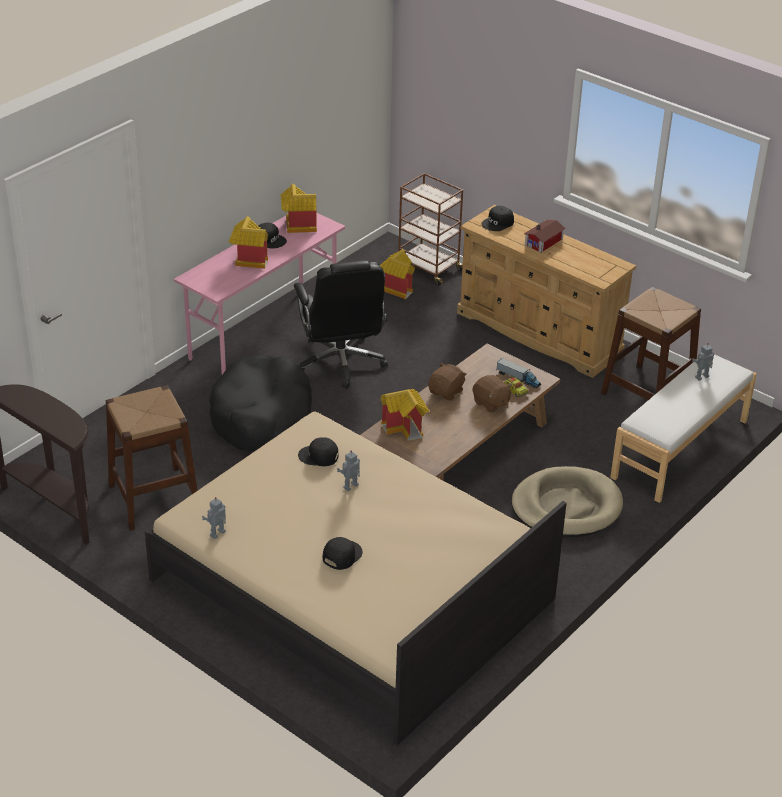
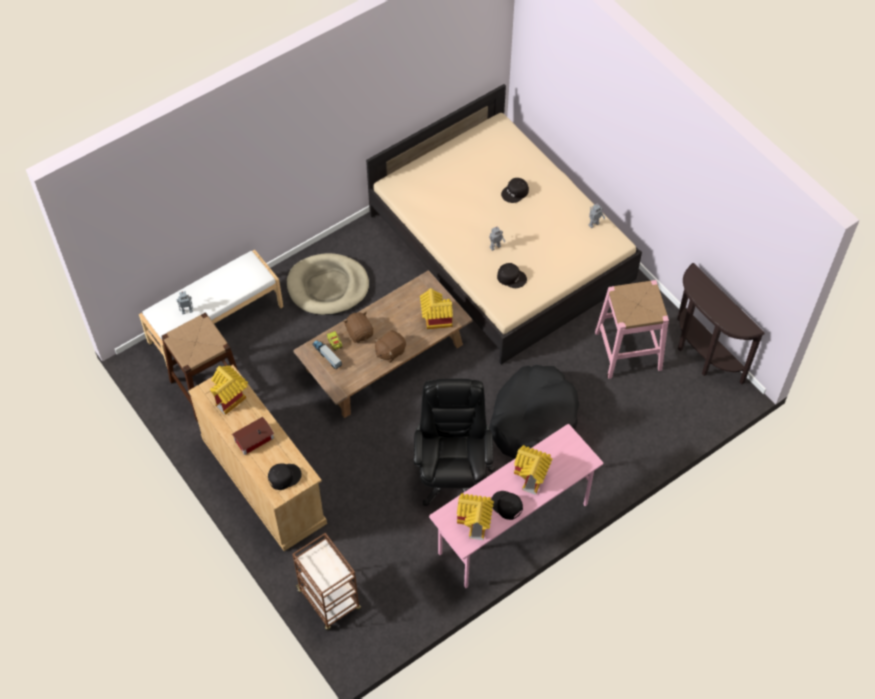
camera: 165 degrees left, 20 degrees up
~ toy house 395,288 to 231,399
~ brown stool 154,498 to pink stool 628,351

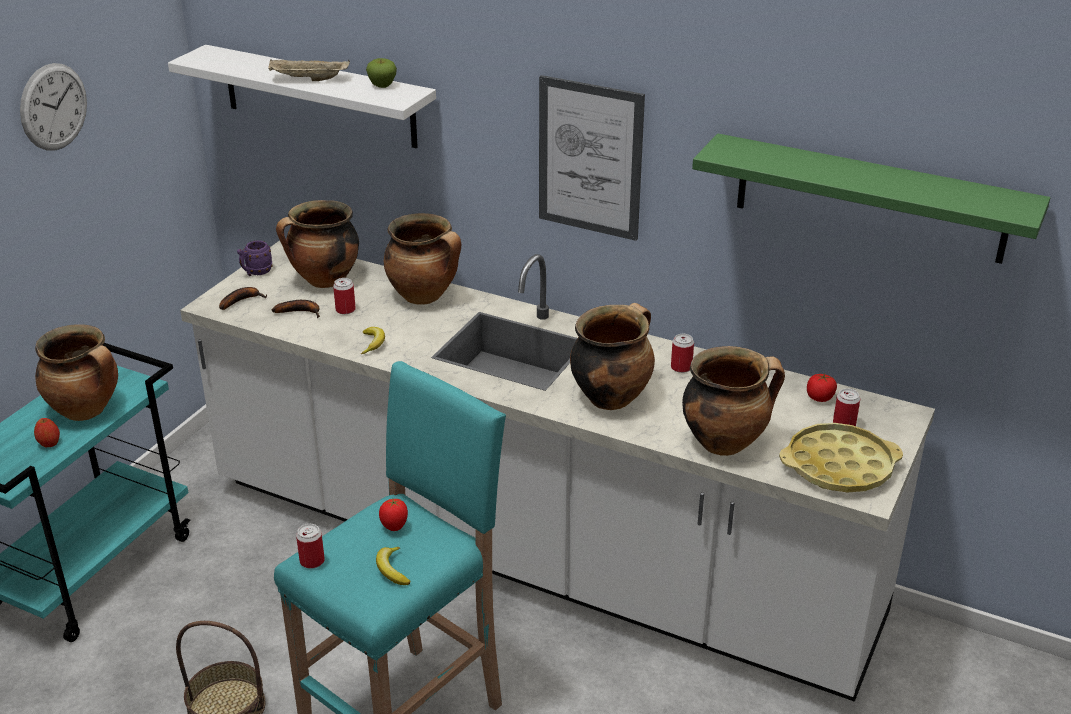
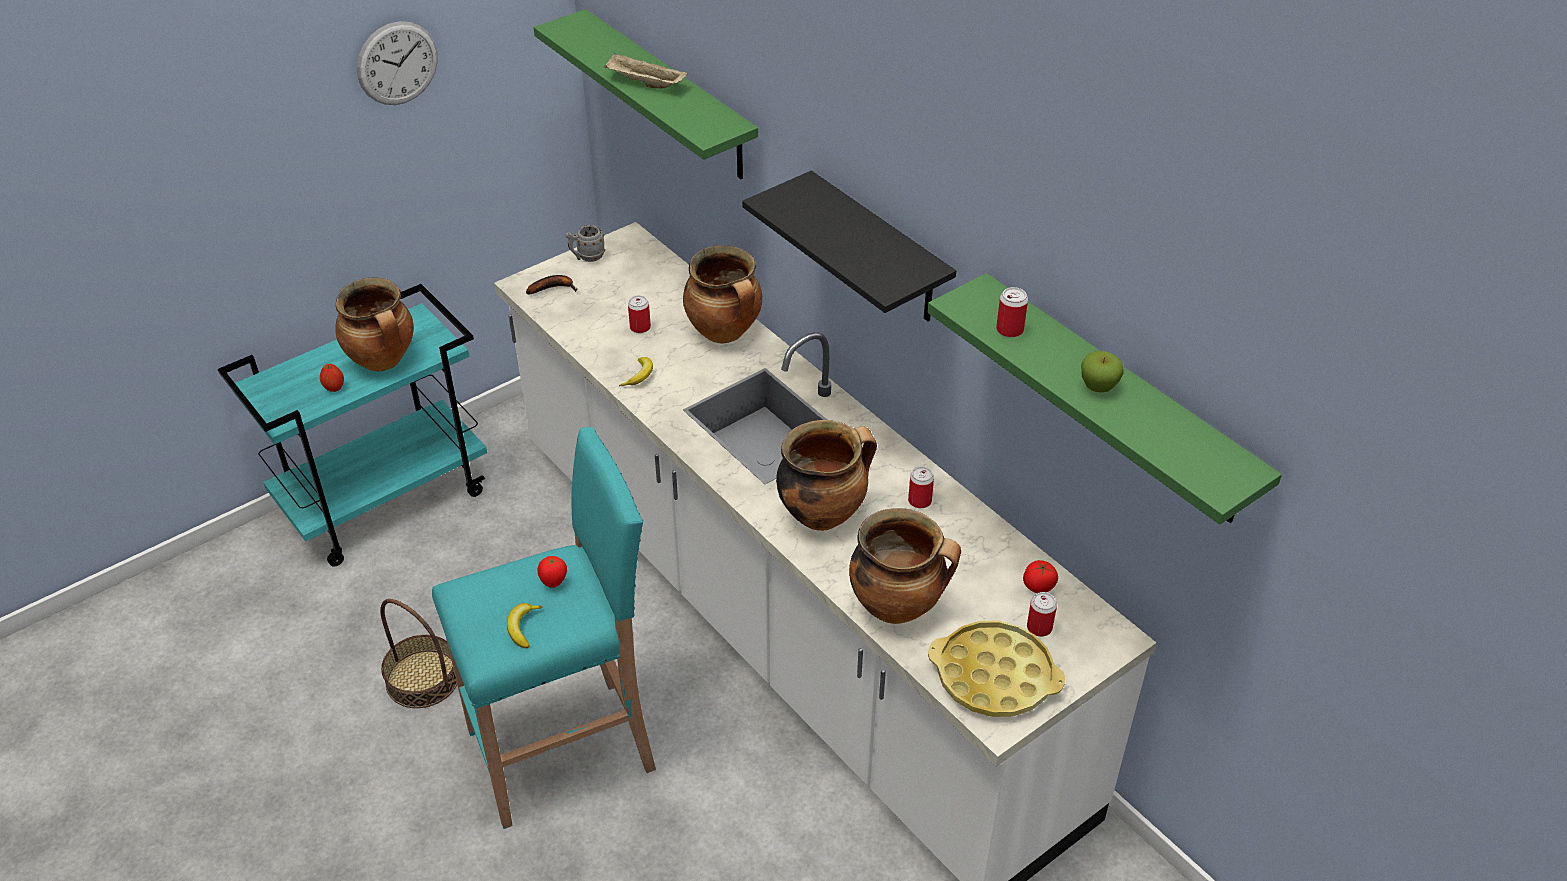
camera: 25 degrees right, 10 degrees up
~ white shelf 319,96 to green shelf 668,95
~ apple 382,86 to 1098,387
~ picture 590,158 to black shelf 879,250
- cooking pot 324,281
~ purple mug 256,272 to grey mug 586,257
- banana 301,312
~ can 312,561 to 1009,330

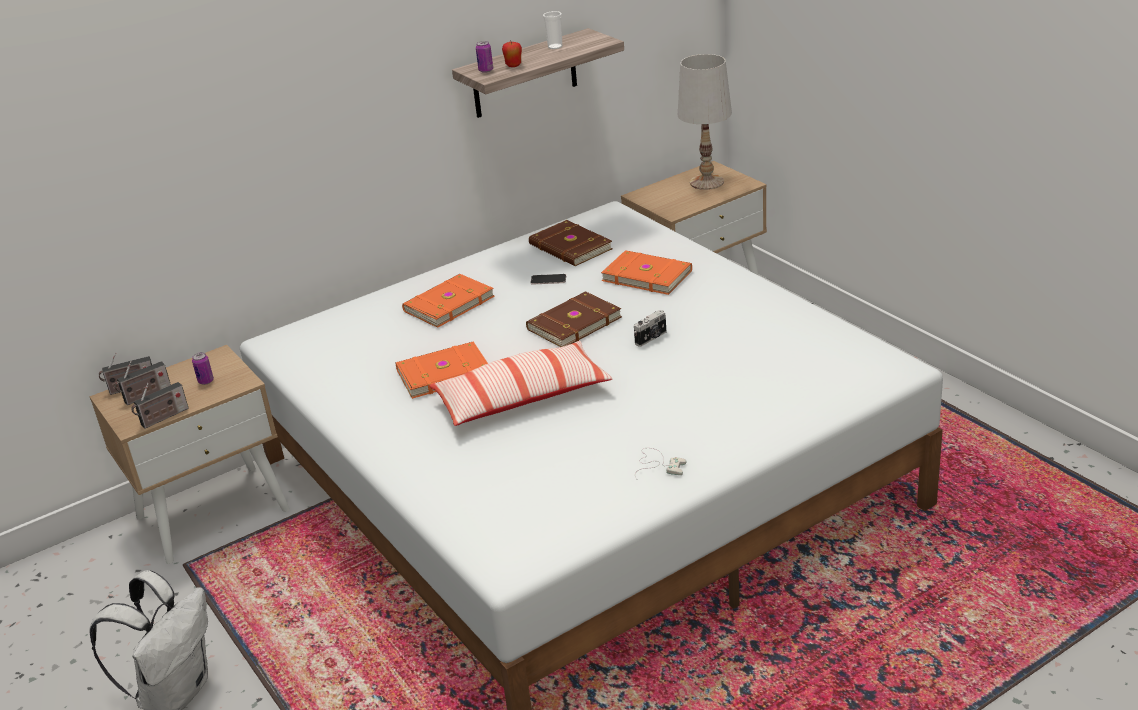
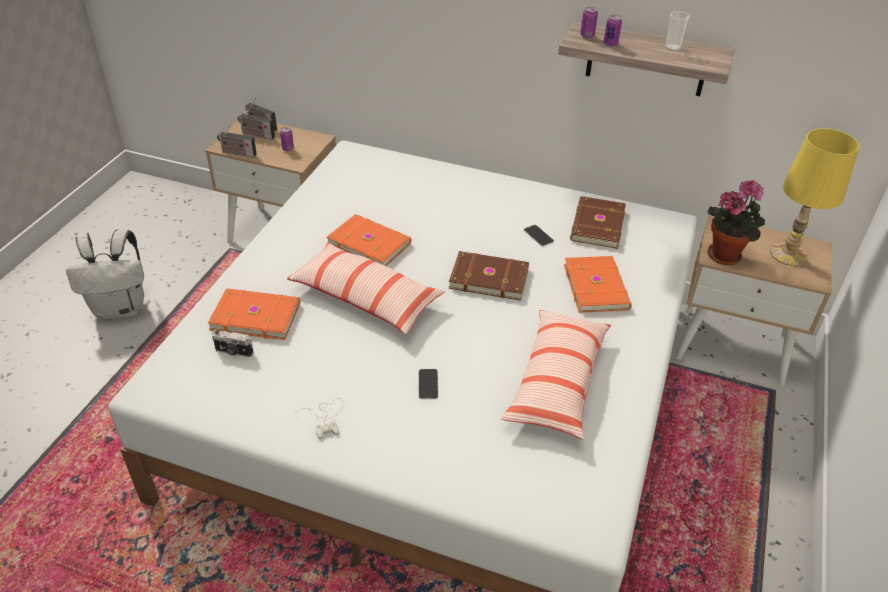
camera: 50 degrees right, 10 degrees up
~ apple 513,66 to can 610,44
~ white table lamp 706,182 to yellow table lamp 788,254
~ orange book 447,304 to 255,315
~ photo camera 652,338 to 234,352
+ potted plant 726,254
+ pillow 557,382
+ phone 428,384

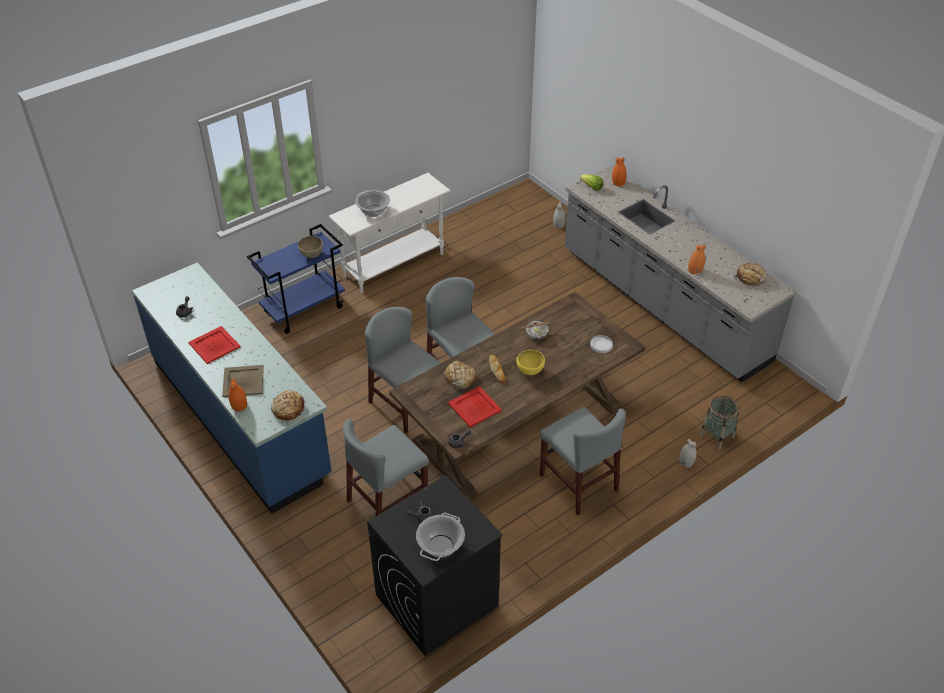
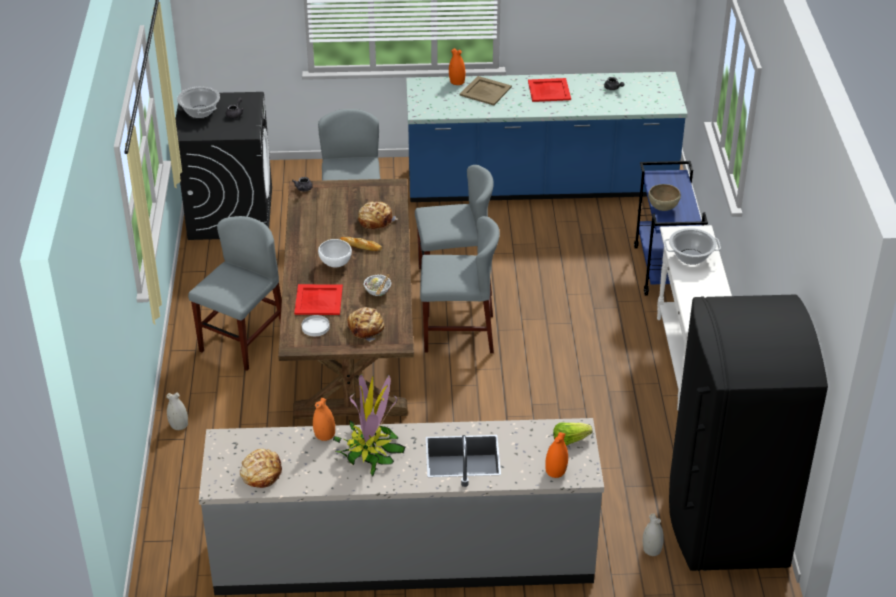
camera: 125 degrees right, 5 degrees down
~ yellow bowl 530,371 to white bowl 335,264
~ red tray 474,407 to 318,300
~ bread 288,409 to 366,328
- basket 717,436
~ grey chair 578,483 = 243,341 120 degrees clockwise
+ black fridge 725,523
+ potted plant 369,450

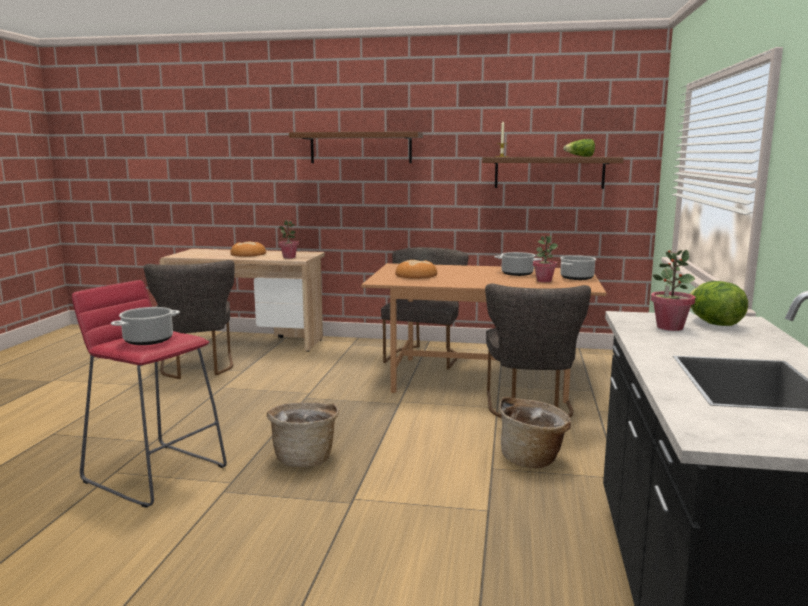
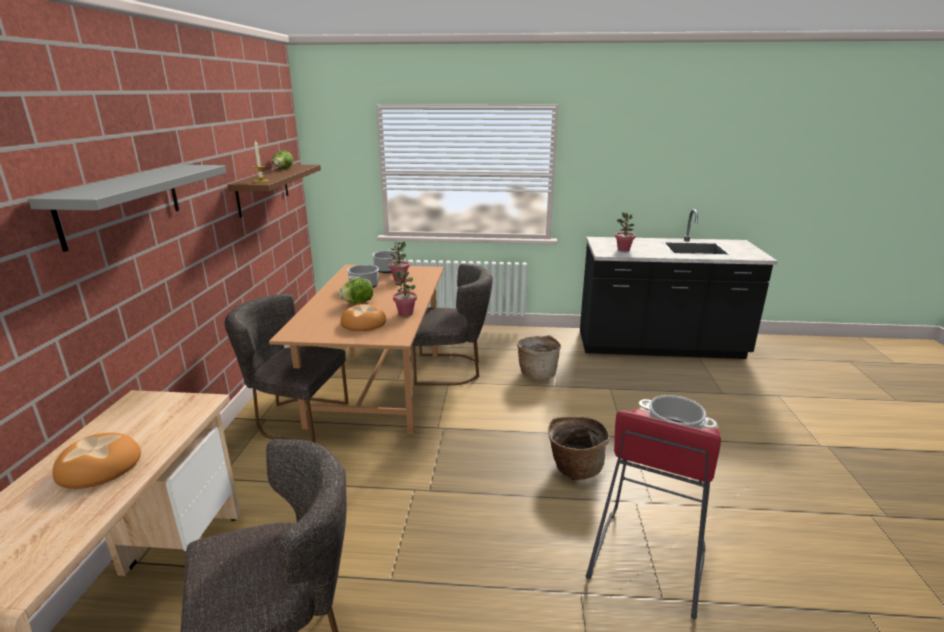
camera: 95 degrees left, 10 degrees up
~ brown shelf 360,148 to grey shelf 122,203
~ potted plant 289,257 to 406,313
~ lettuce 714,323 to 358,302

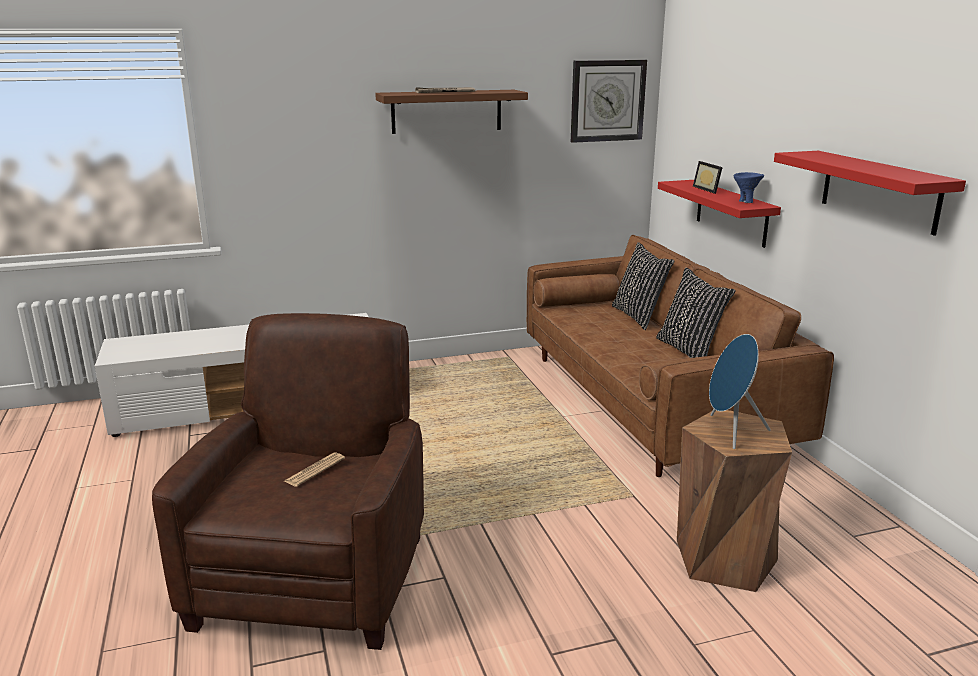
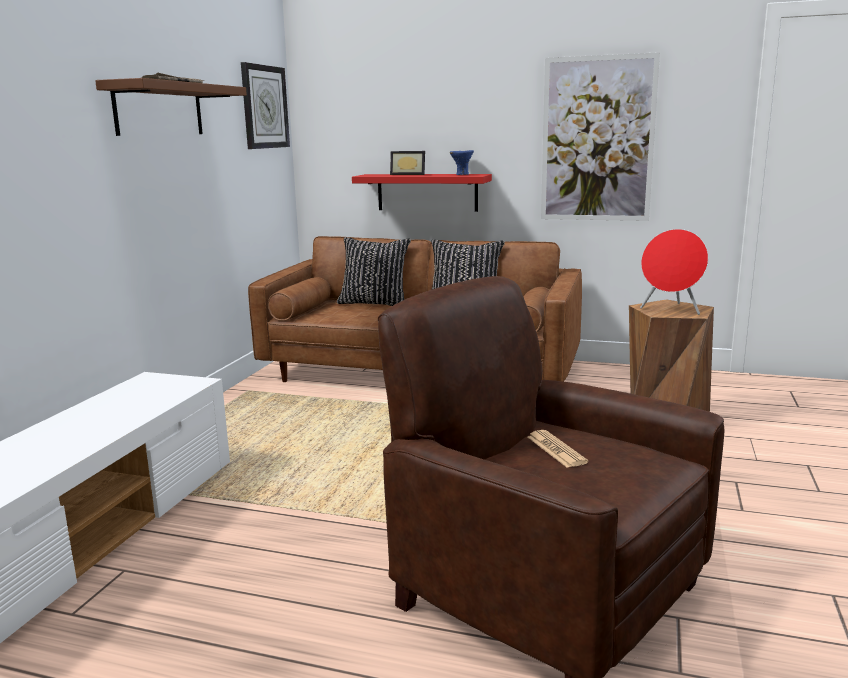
camera: 55 degrees left, 5 degrees down
~ red shelf 879,191 to picture 597,139
~ blue speaker 730,431 to red speaker 671,310

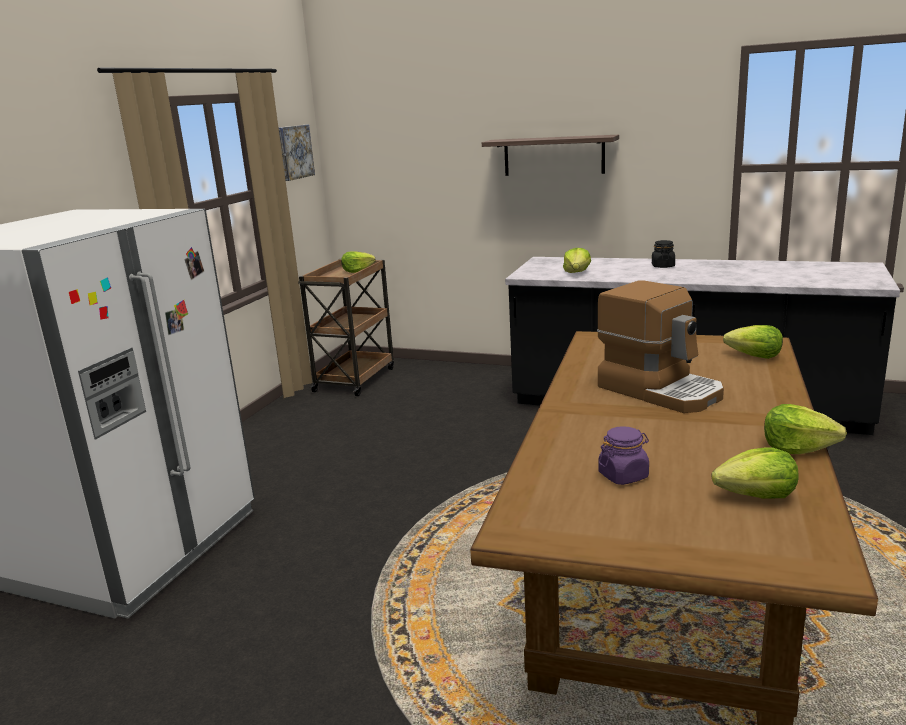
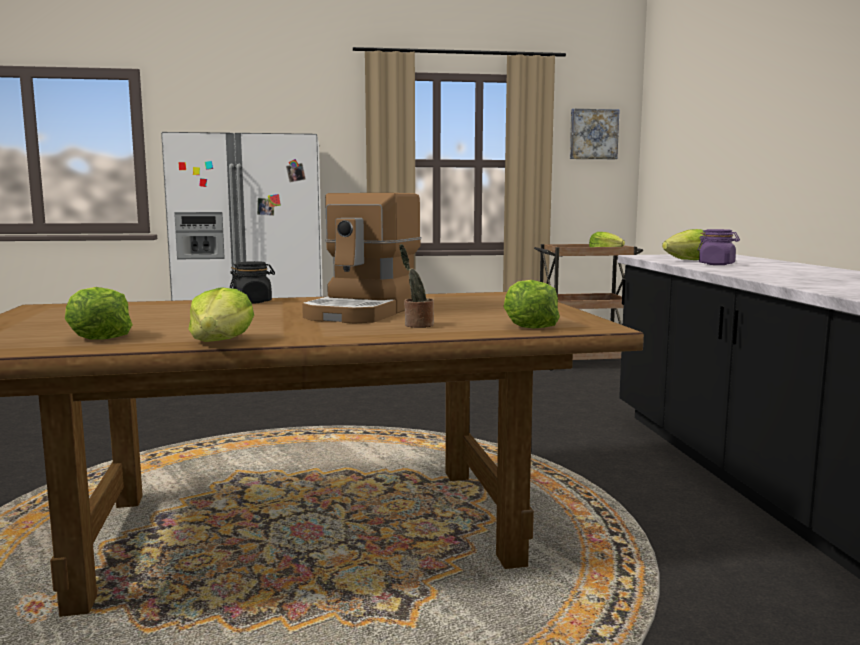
camera: 60 degrees right, 10 degrees down
- shelf 553,156
~ black jar 663,266 to 253,302
~ purple jar 623,475 to 717,264
+ potted plant 416,325

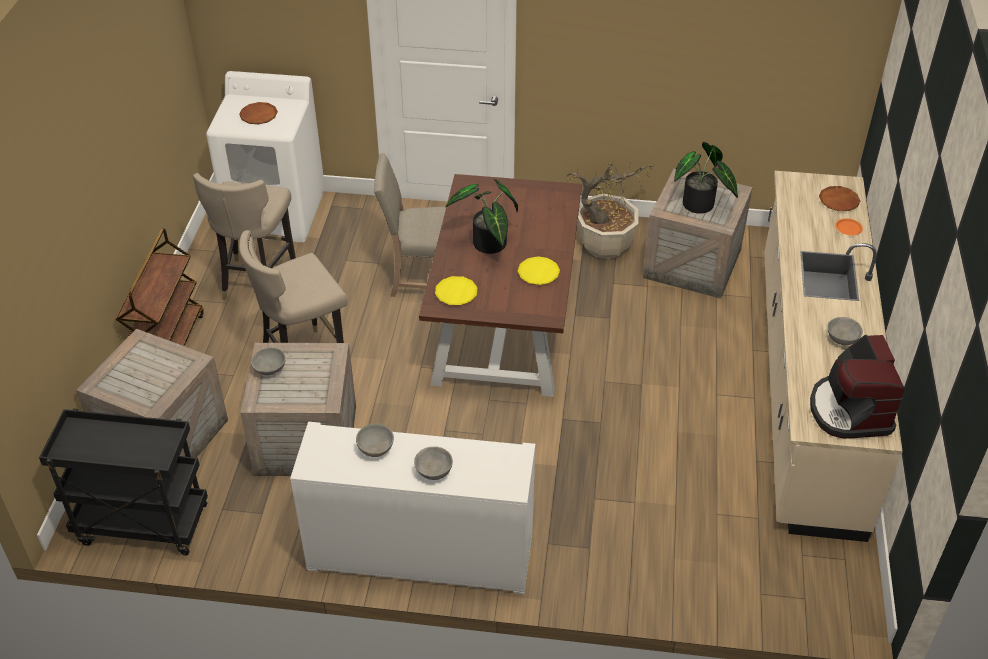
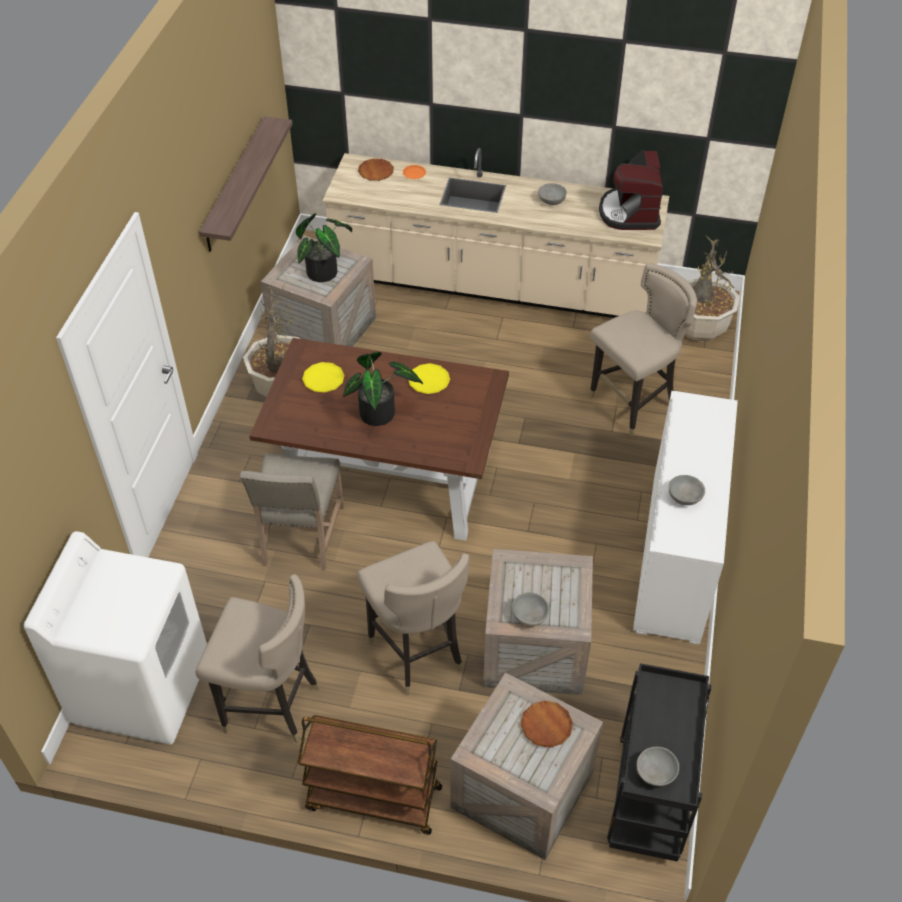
camera: 85 degrees left, 5 degrees up
~ brown plate 259,116 to 546,726
~ yellow plate 456,293 to 323,379
~ coffee machine 849,411 = 629,212 90 degrees clockwise
~ grey bowl 433,472 to 656,774
+ shelf 235,185
+ potted plant 700,328
+ beige stool 632,405

